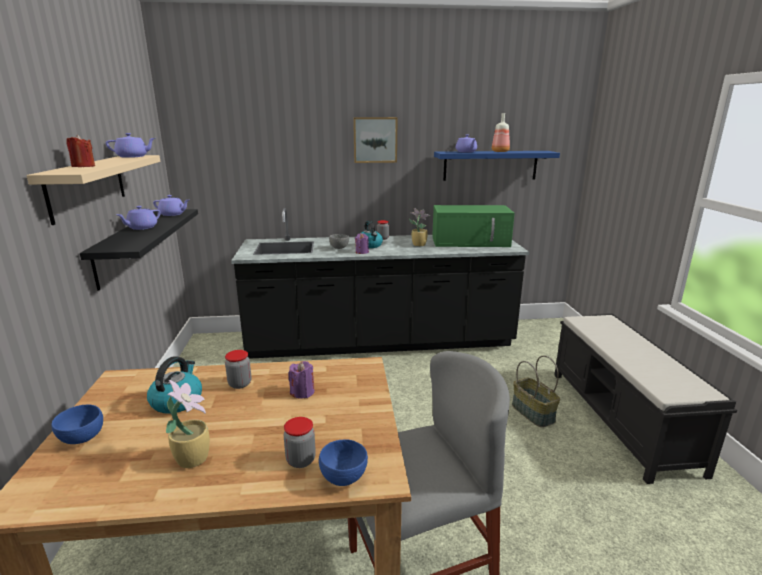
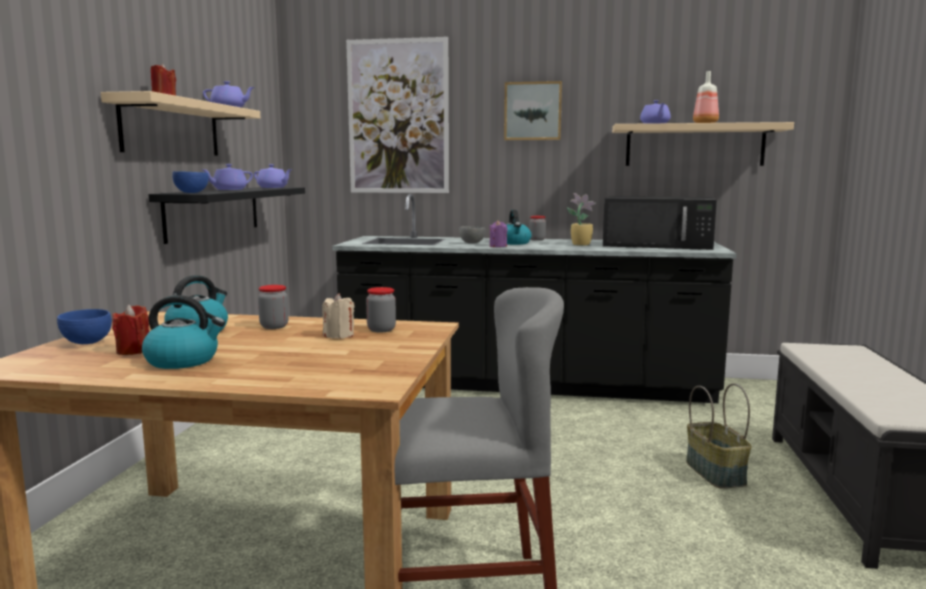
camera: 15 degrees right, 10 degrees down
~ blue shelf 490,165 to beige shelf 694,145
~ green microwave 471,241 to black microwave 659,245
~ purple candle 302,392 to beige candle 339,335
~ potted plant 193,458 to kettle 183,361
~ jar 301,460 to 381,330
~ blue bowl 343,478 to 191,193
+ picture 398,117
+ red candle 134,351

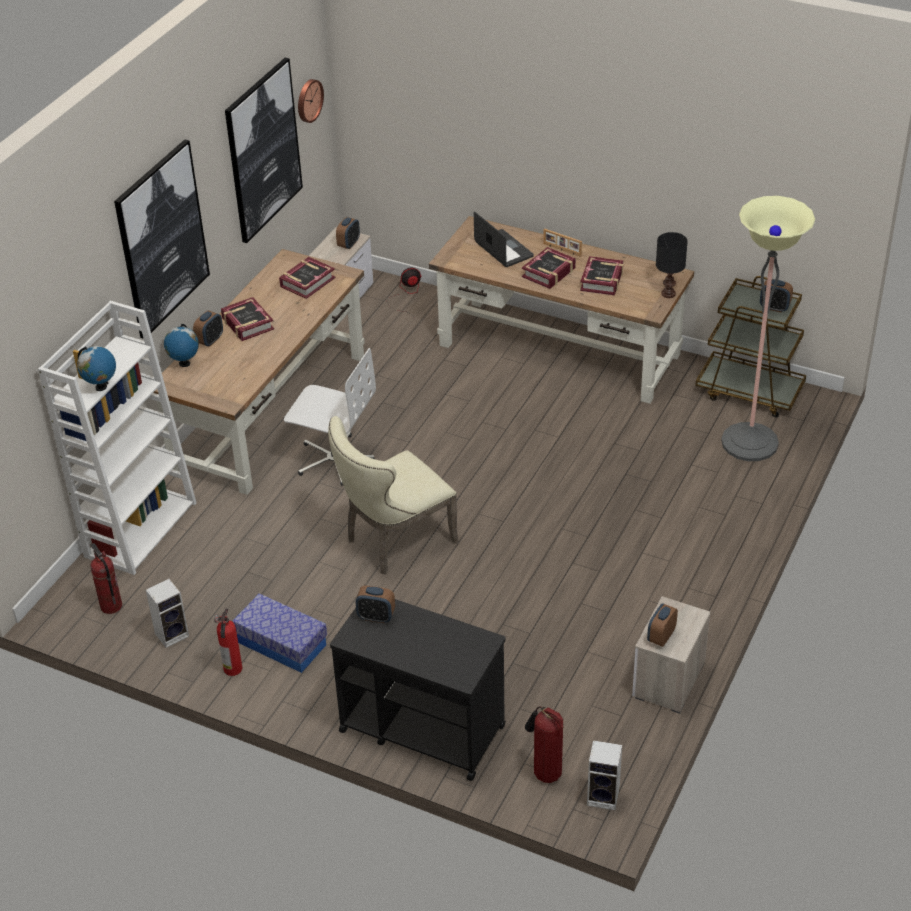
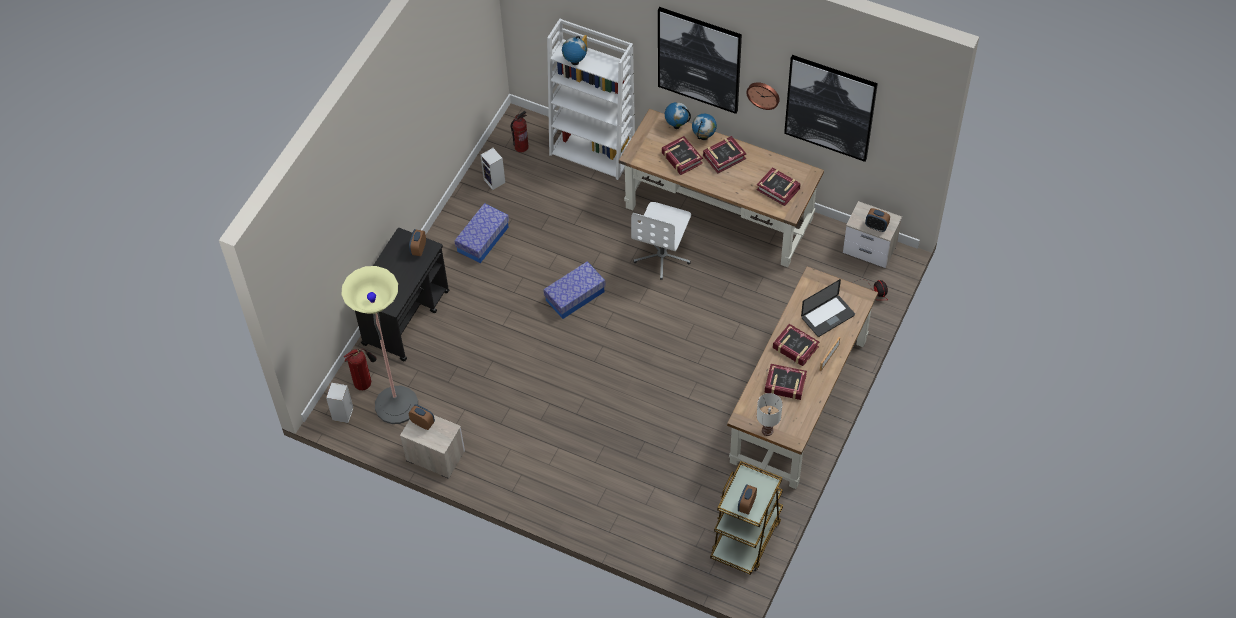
camera: 90 degrees right, 15 degrees up
~ wall clock 308,100 to 763,94
~ floor lamp 749,442 to 396,405
~ black table lamp 669,294 to white table lamp 767,431
~ alarm clock 210,340 to globe 704,137
~ beige chair 394,542 to storage box 575,296
- fire extinguisher 232,670
+ book 681,158

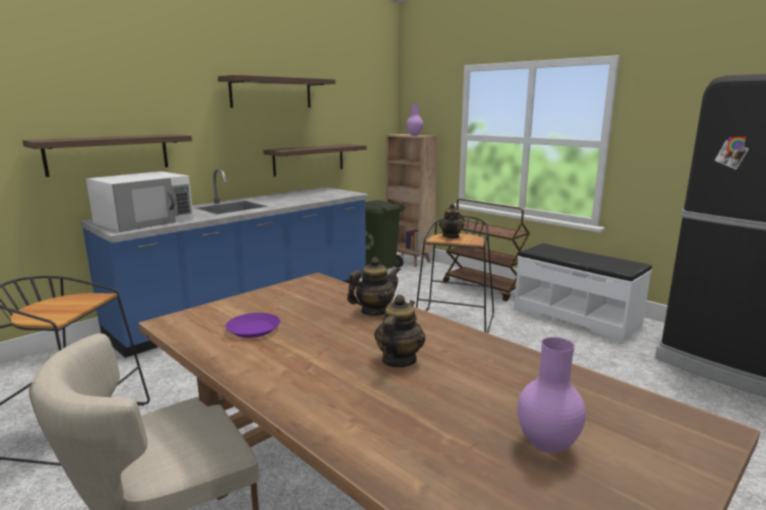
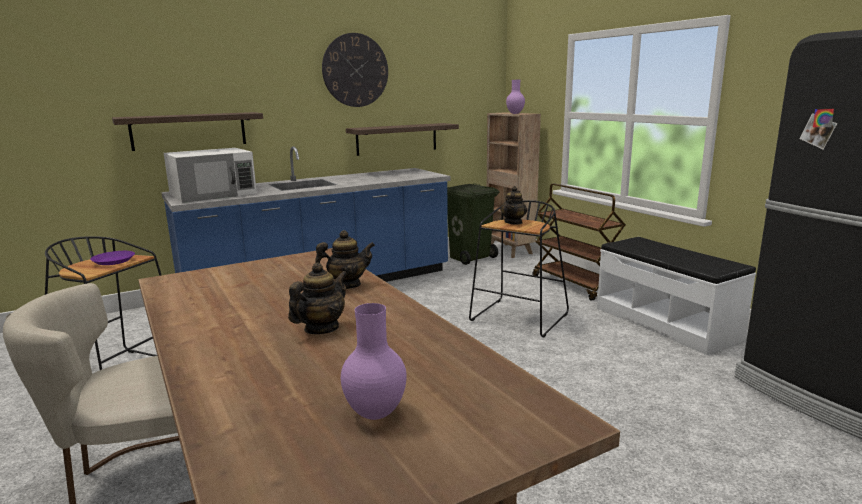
camera: 15 degrees right, 0 degrees up
~ shelf 271,93 to wall clock 355,70
~ purple plate 253,329 to 113,261

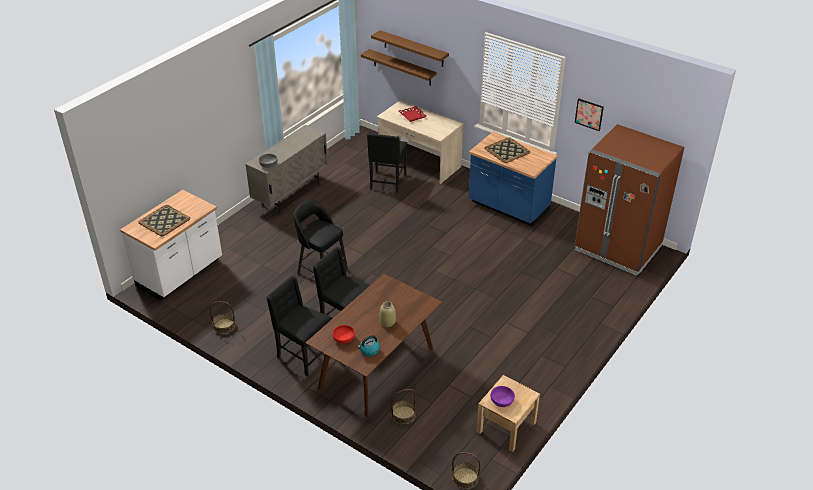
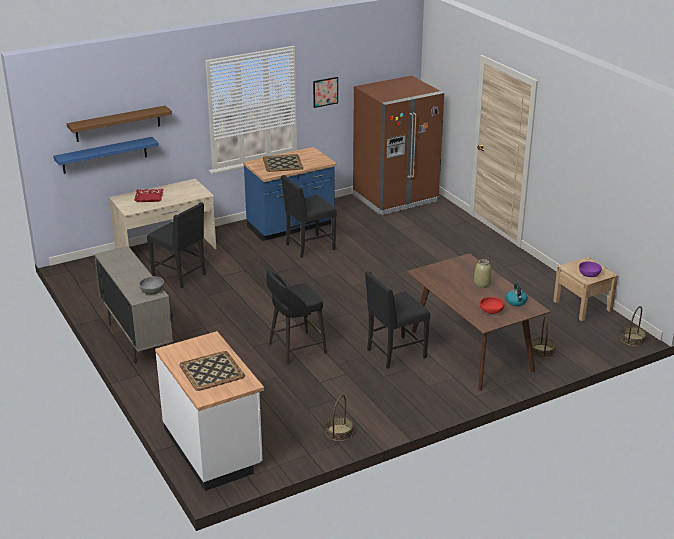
camera: 65 degrees left, 10 degrees down
~ brown shelf 402,67 to blue shelf 104,155
~ black chair 303,355 to 309,247

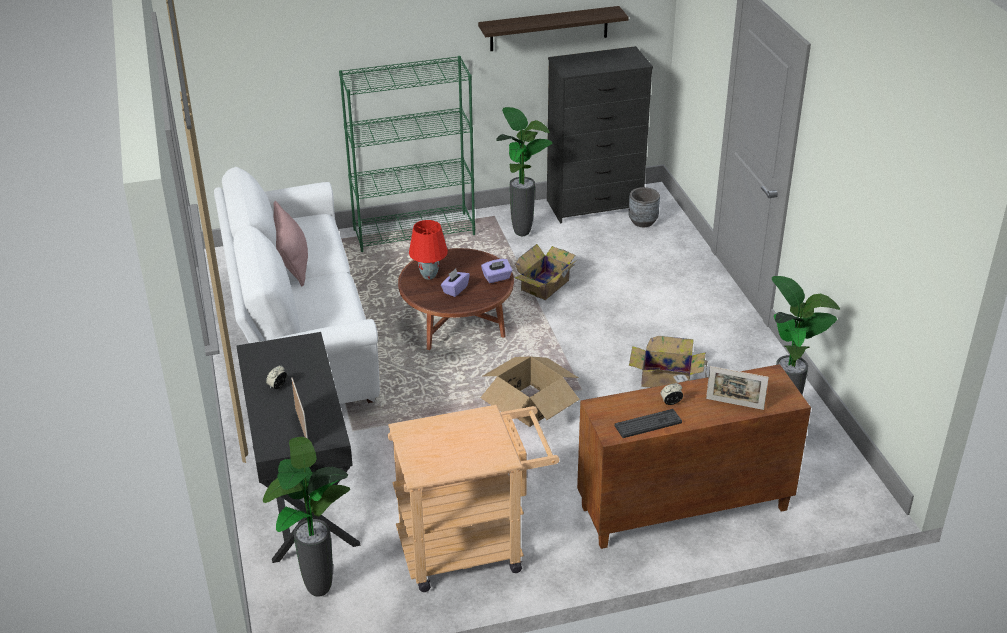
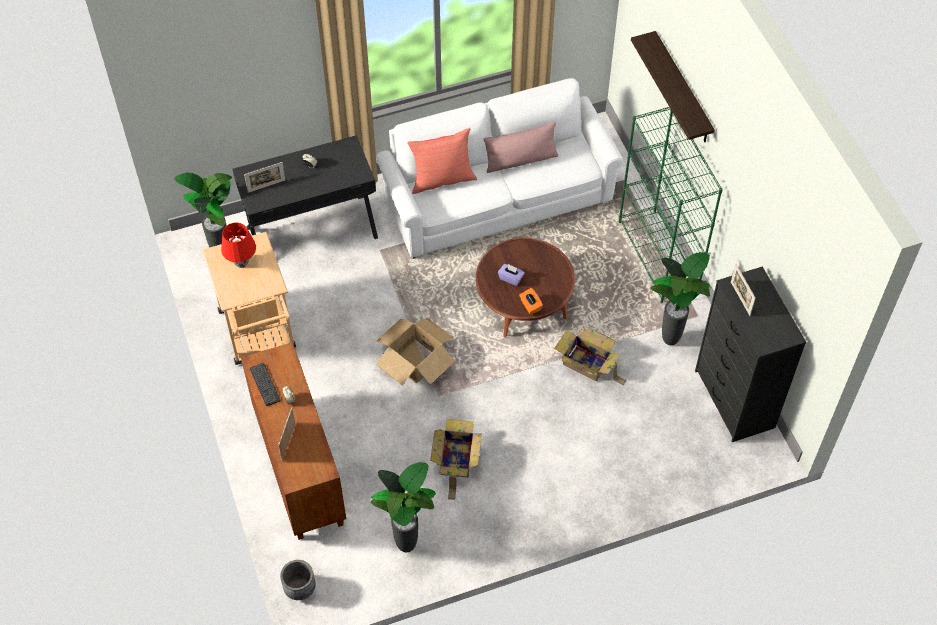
camera: 85 degrees right, 20 degrees up
~ shelf 549,28 to 682,89
~ grey planter 643,222 to 299,588
~ red table lamp 429,276 to 241,263
~ purple tissue box 497,278 to orange tissue box 530,306
+ red pillow 442,179
+ picture frame 740,298

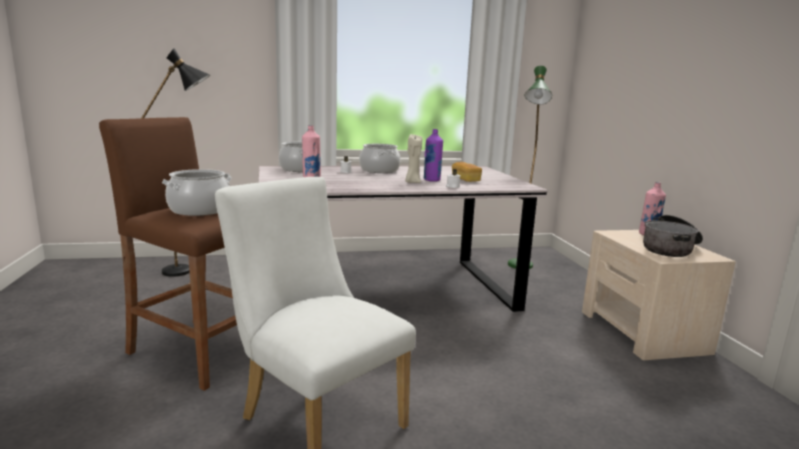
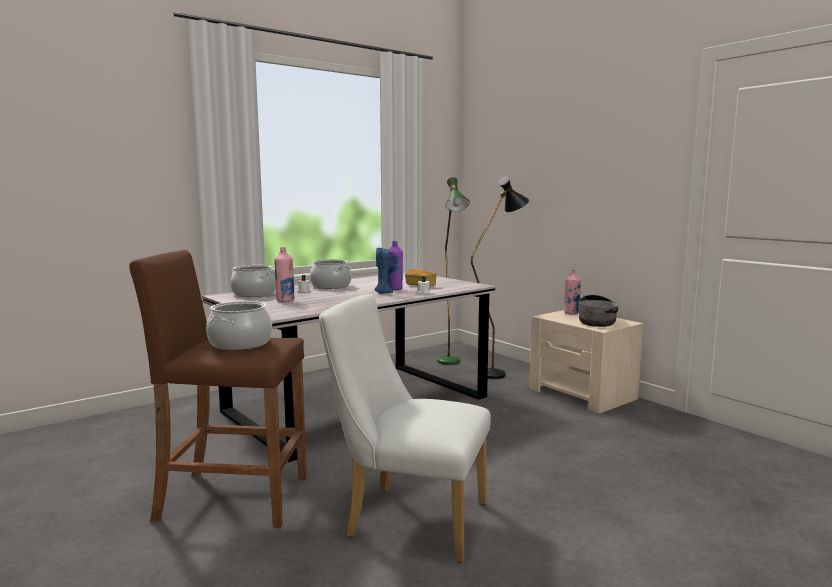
camera: 25 degrees left, 5 degrees down
~ black floor lamp 188,271 to 499,373
~ beige candle 412,182 to blue candle 383,293

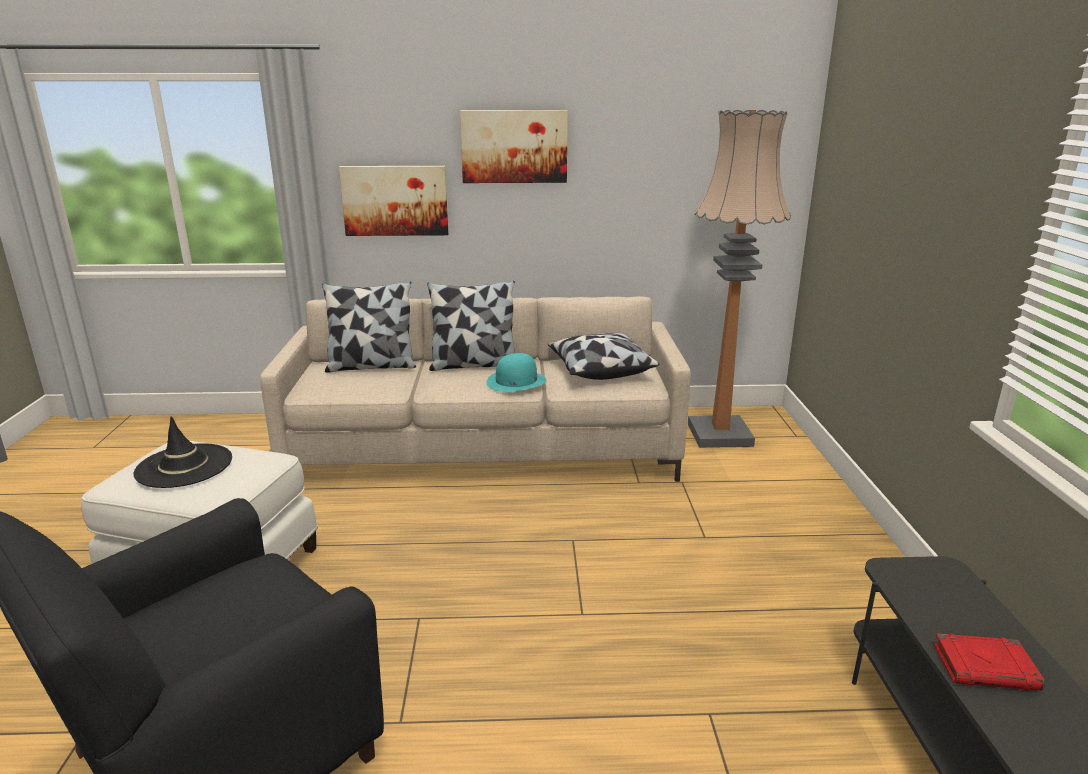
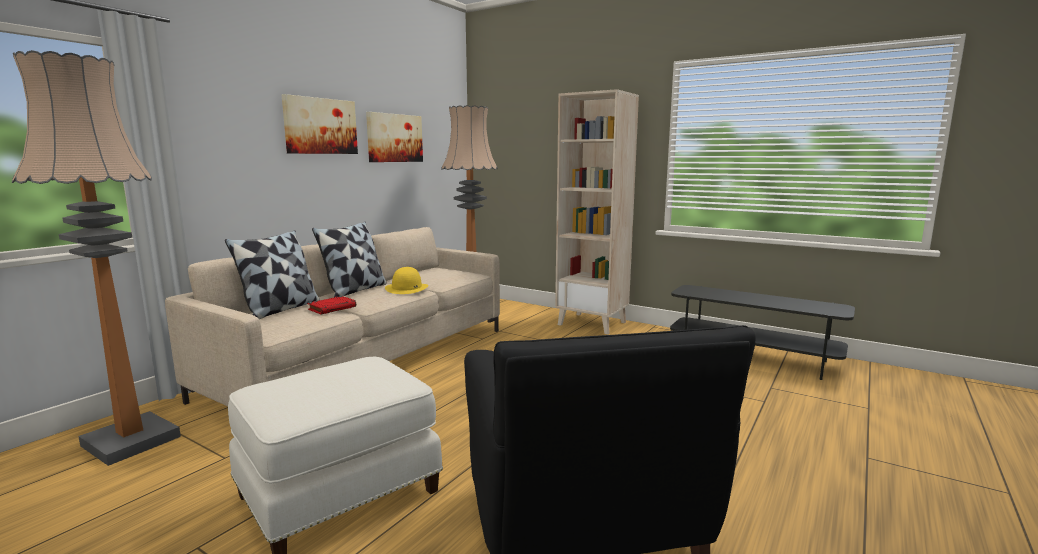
camera: 55 degrees left, 10 degrees down
~ picture 395,200 to 394,138
- pillow 599,370
~ turquoise hat 516,381 to yellow hat 407,288
- black hat 184,466
~ red book 986,667 to 332,308
+ floor lamp 131,441
+ beige bookcase 592,323

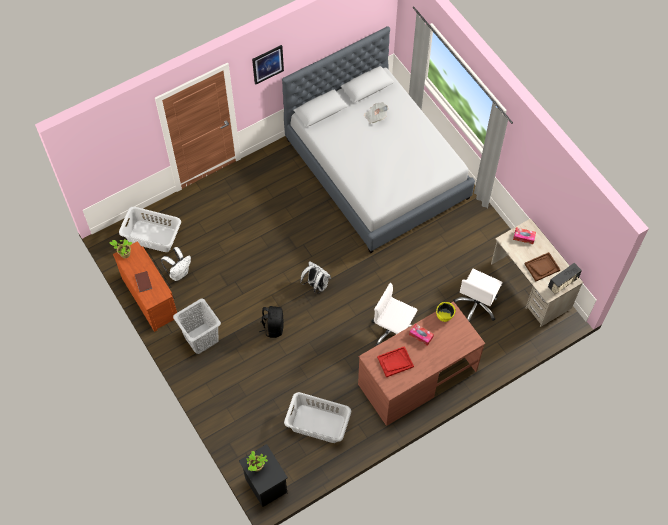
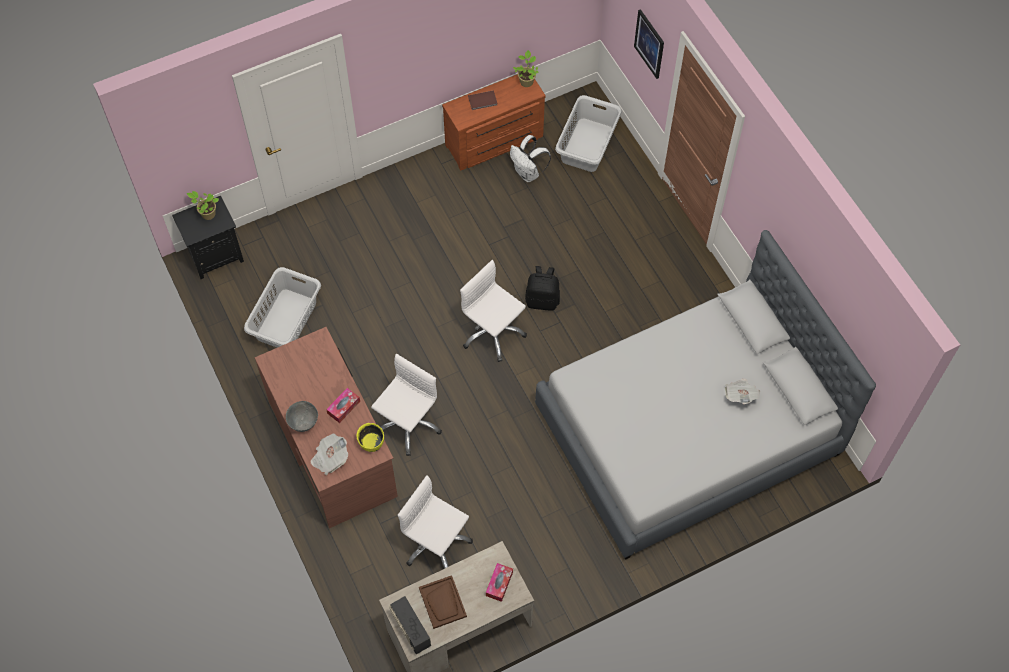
camera: 95 degrees right, 0 degrees up
~ picture 267,64 to 649,43
~ white backpack 316,285 to white office chair 492,333
- grey laundry basket 201,338
~ black backpack 273,327 to 542,300
- red tray 395,362
+ grey bowl 303,423
+ newspaper 330,458

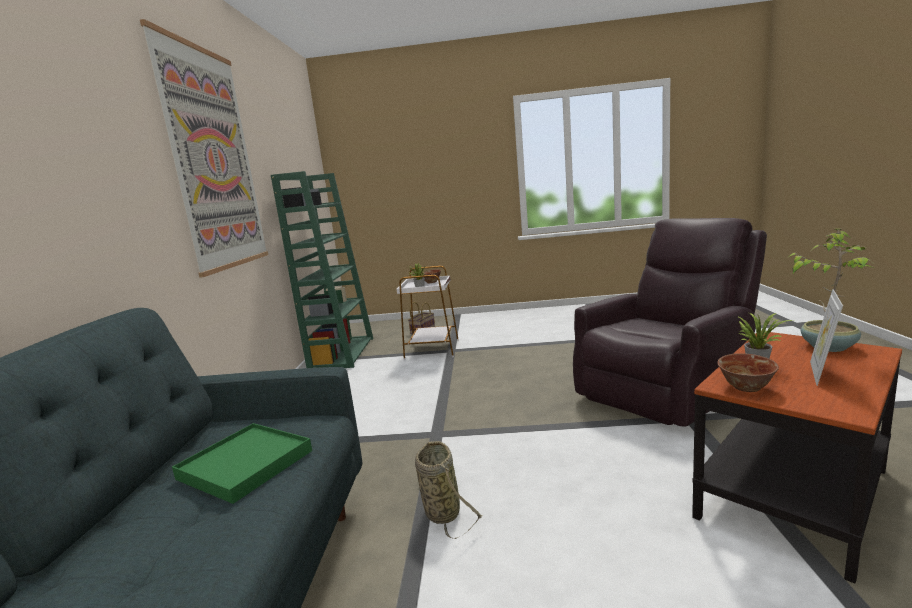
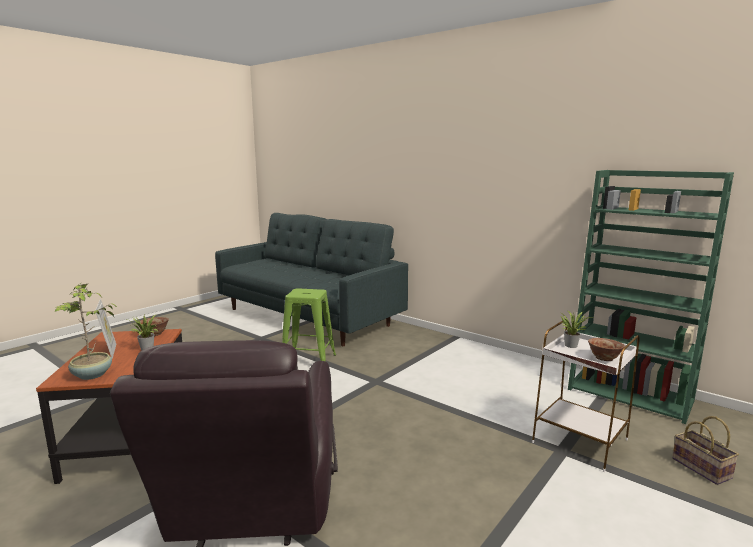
camera: 125 degrees right, 0 degrees up
- picture 214,160
- green tray 245,465
~ basket 441,511 to green stool 308,361

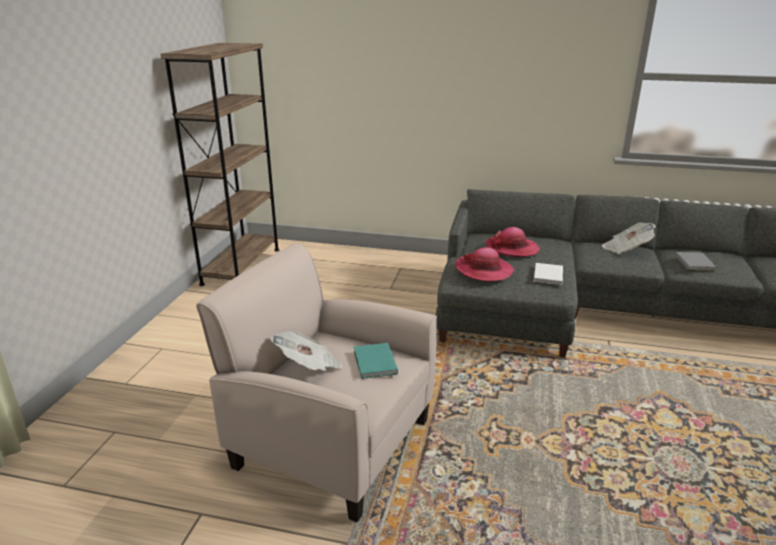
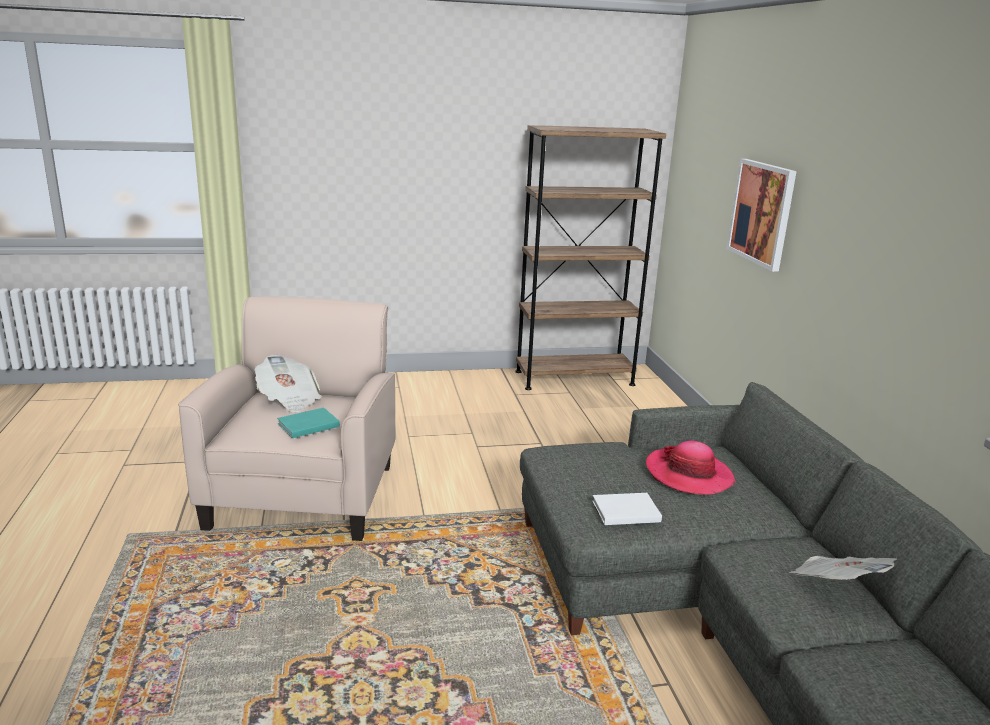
camera: 65 degrees right, 5 degrees down
- hat 483,270
- grey book 695,263
+ picture 762,213

